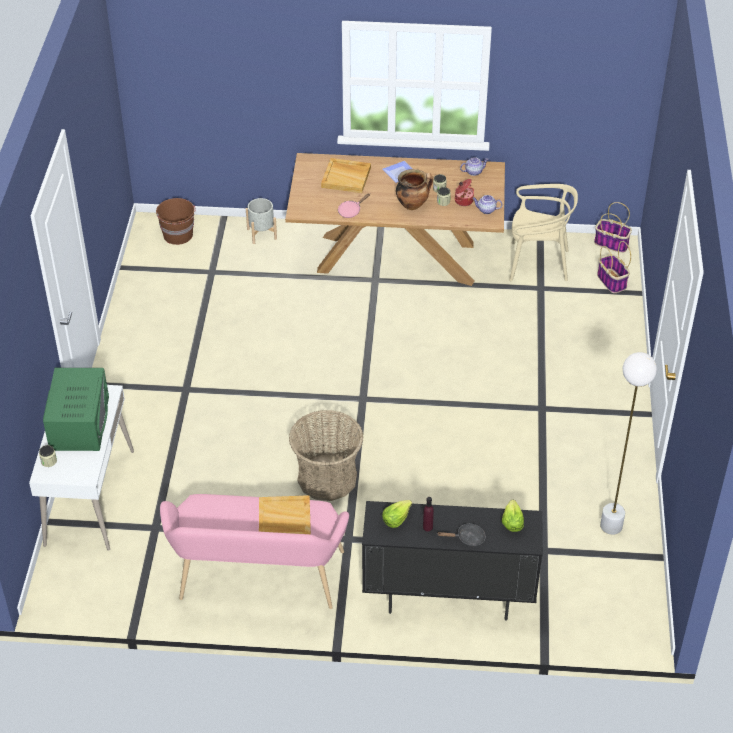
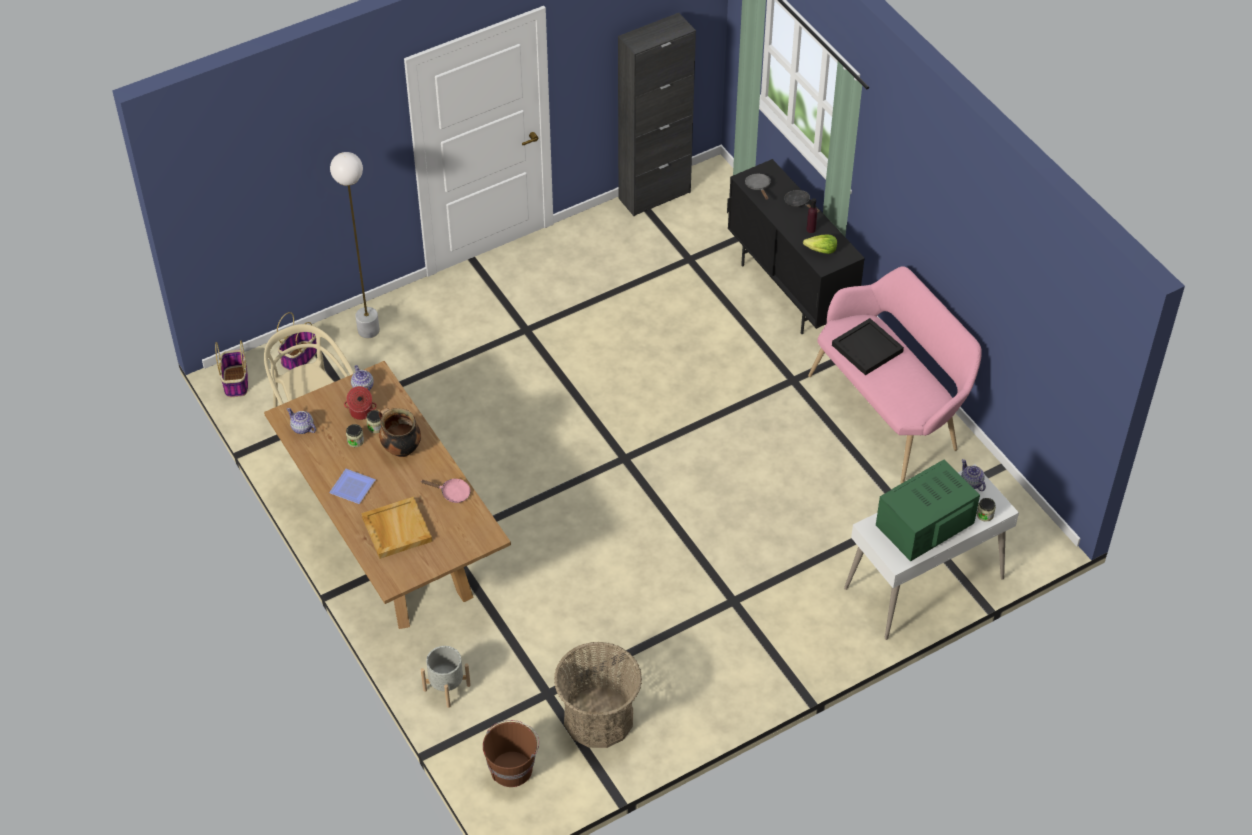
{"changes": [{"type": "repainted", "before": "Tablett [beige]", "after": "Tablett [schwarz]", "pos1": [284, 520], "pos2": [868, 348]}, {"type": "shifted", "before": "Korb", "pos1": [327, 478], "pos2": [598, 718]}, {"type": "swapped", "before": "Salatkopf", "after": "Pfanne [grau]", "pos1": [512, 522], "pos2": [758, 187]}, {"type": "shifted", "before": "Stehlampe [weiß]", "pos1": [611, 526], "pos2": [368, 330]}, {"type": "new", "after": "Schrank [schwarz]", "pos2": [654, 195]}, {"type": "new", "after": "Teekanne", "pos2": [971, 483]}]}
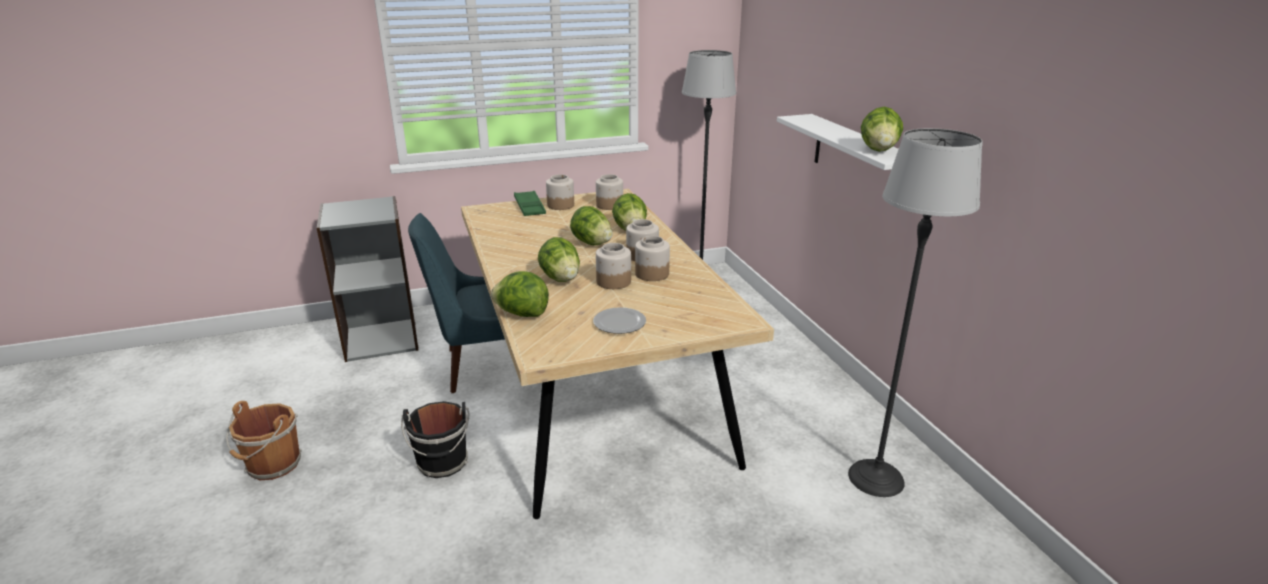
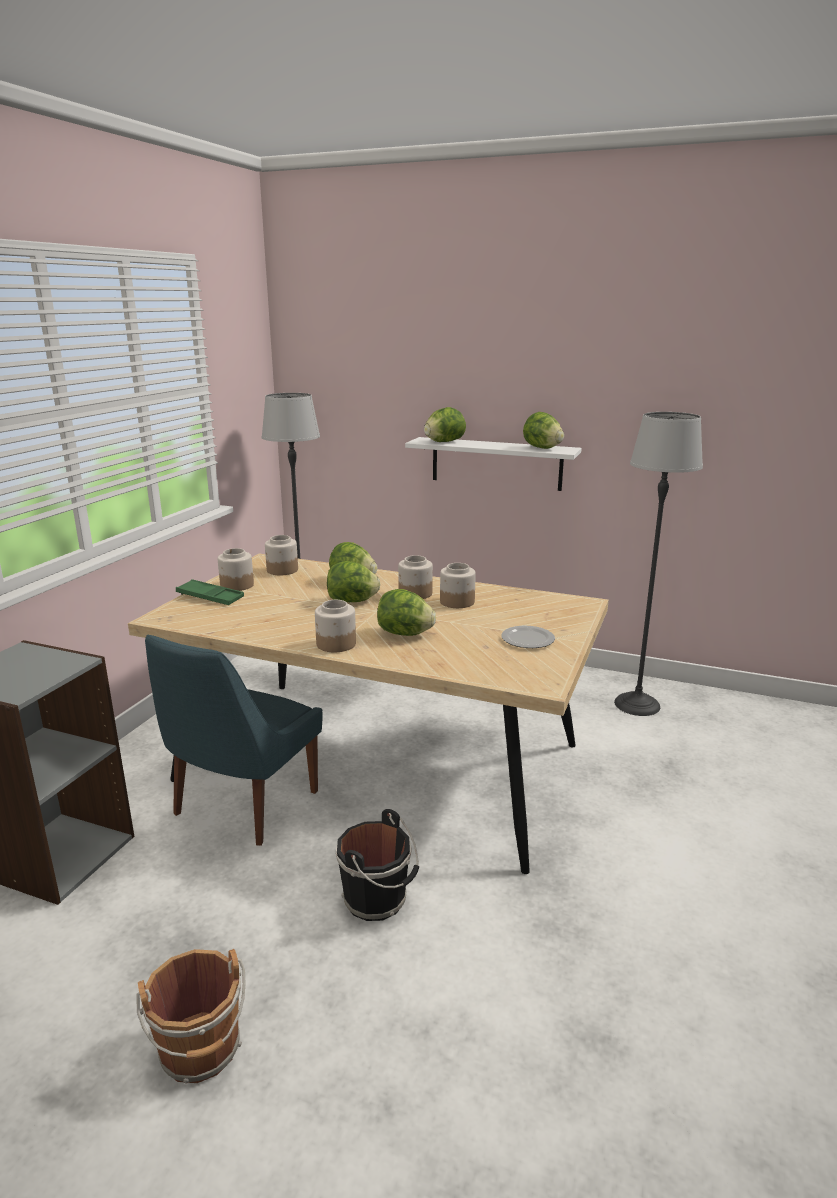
{"changes": [{"type": "shifted", "before": "Salatkopf", "pos1": [522, 314], "pos2": [444, 442]}, {"type": "shifted", "before": "Vorratsglas", "pos1": [613, 282], "pos2": [336, 644]}]}
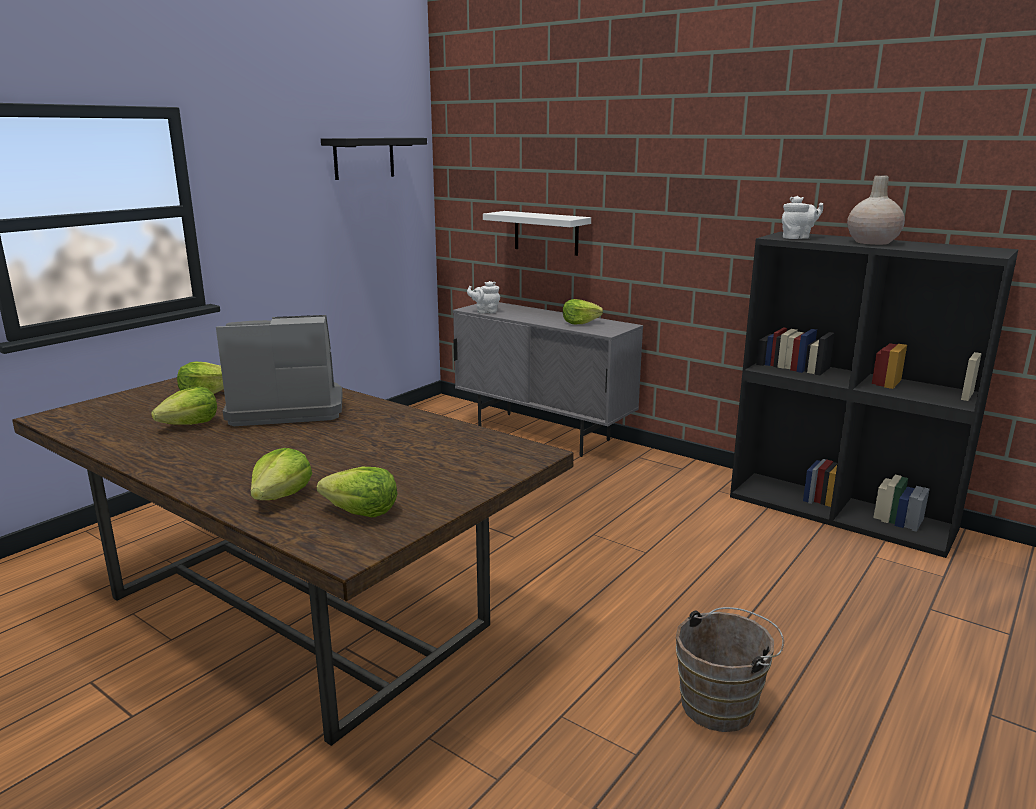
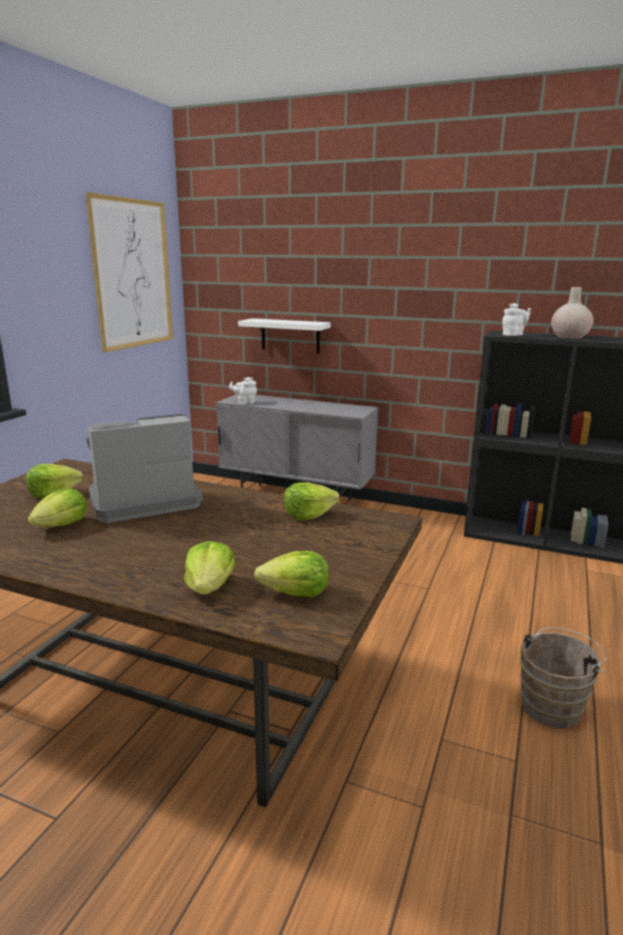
{"changes": [{"type": "swapped", "before": "Wandregal [schwarz]", "after": "Bild", "pos1": [364, 158], "pos2": [132, 274]}, {"type": "shifted", "before": "Salatkopf", "pos1": [580, 323], "pos2": [308, 514]}]}
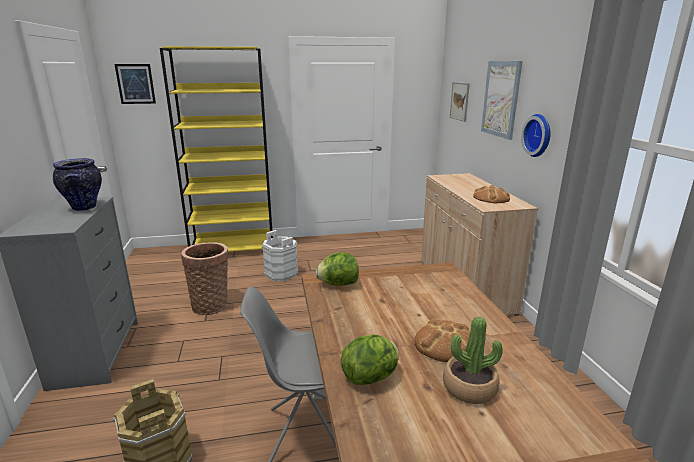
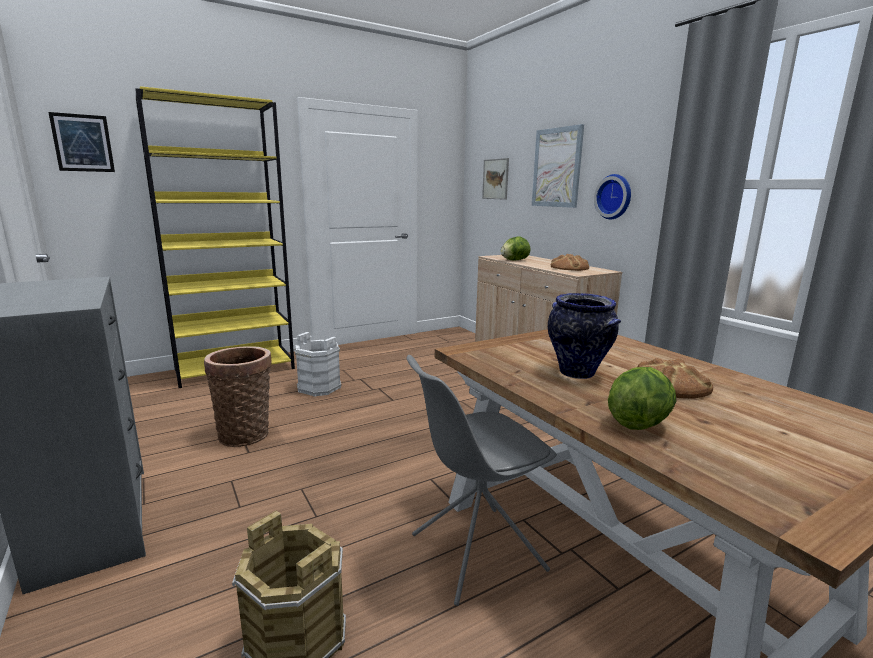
{"changes": [{"type": "shifted", "before": "Vase", "pos1": [84, 208], "pos2": [578, 373]}, {"type": "shifted", "before": "Salatkopf", "pos1": [338, 284], "pos2": [514, 260]}, {"type": "gone", "before": "Topfpflanze", "pos1": [469, 388]}]}
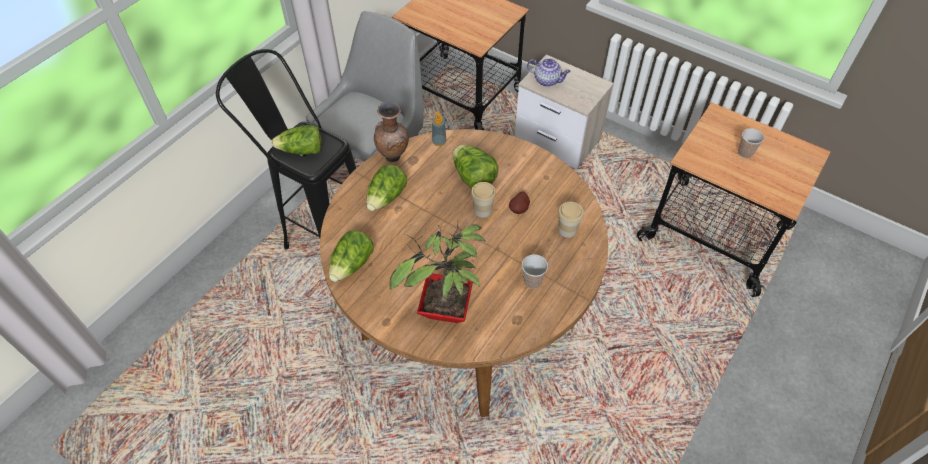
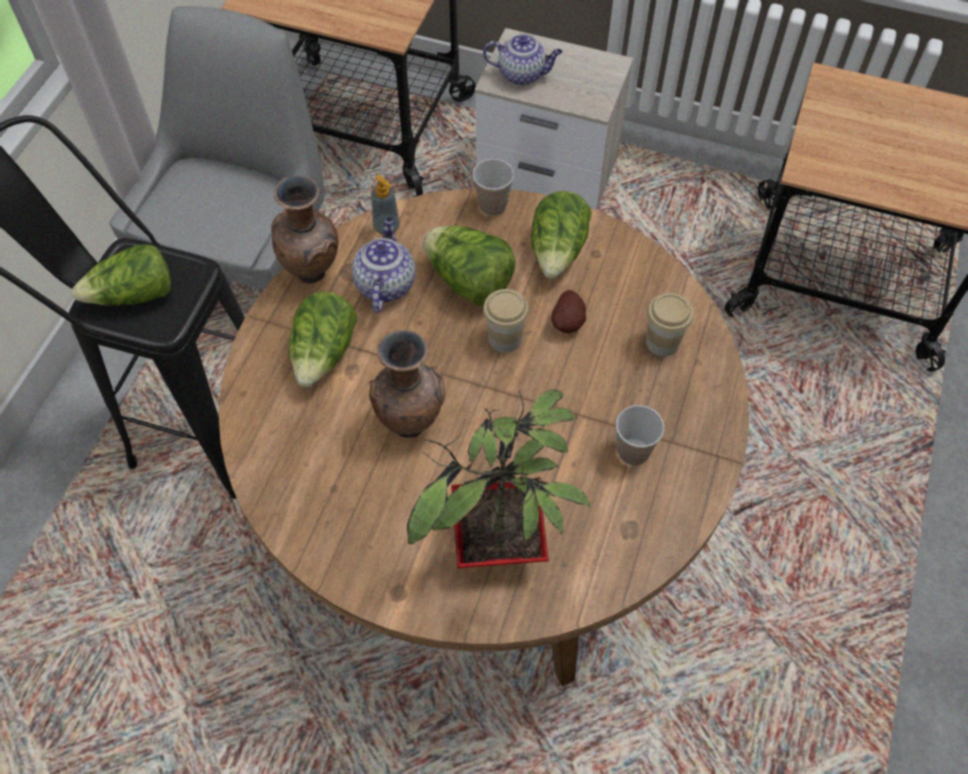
{"changes": [{"type": "shifted", "before": "Salatkopf", "pos1": [352, 264], "pos2": [558, 251]}, {"type": "shifted", "before": "Tasse", "pos1": [745, 153], "pos2": [493, 206]}, {"type": "new", "after": "Teekanne", "pos2": [385, 284]}, {"type": "new", "after": "Vase [braun]", "pos2": [410, 423]}]}
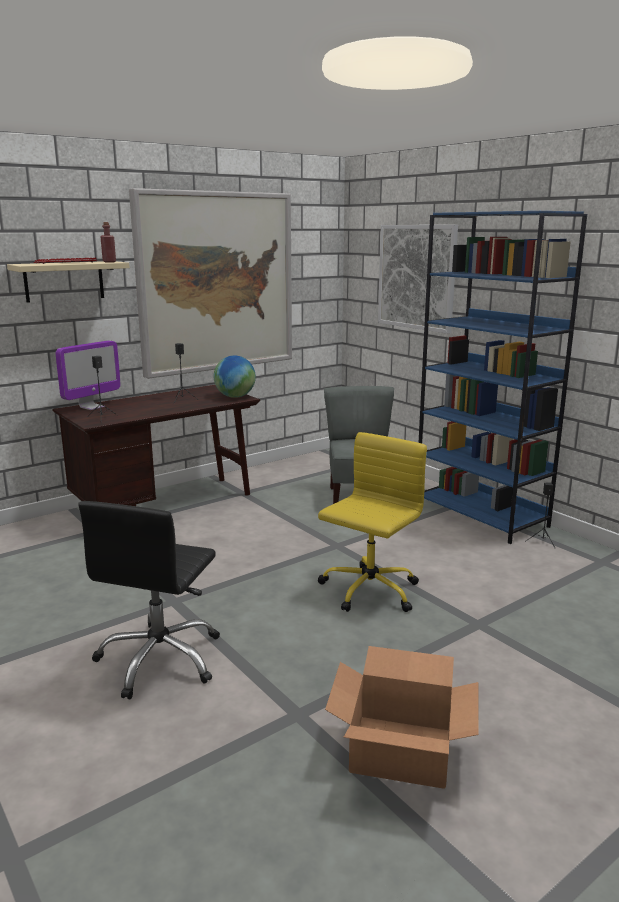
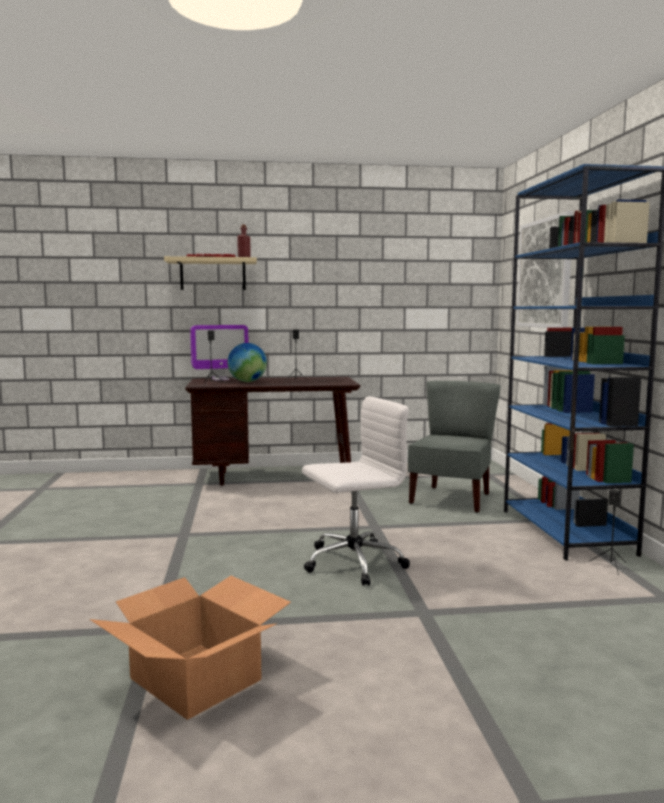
{"changes": [{"type": "gone", "before": "Bürostuhl [schwarz]", "pos1": [160, 659]}, {"type": "gone", "before": "Bild", "pos1": [216, 282]}, {"type": "shifted", "before": "Globus", "pos1": [235, 397], "pos2": [247, 381]}, {"type": "repainted", "before": "Bürostuhl [gelb]", "after": "Bürostuhl [weiß]", "pos1": [368, 591], "pos2": [352, 563]}]}
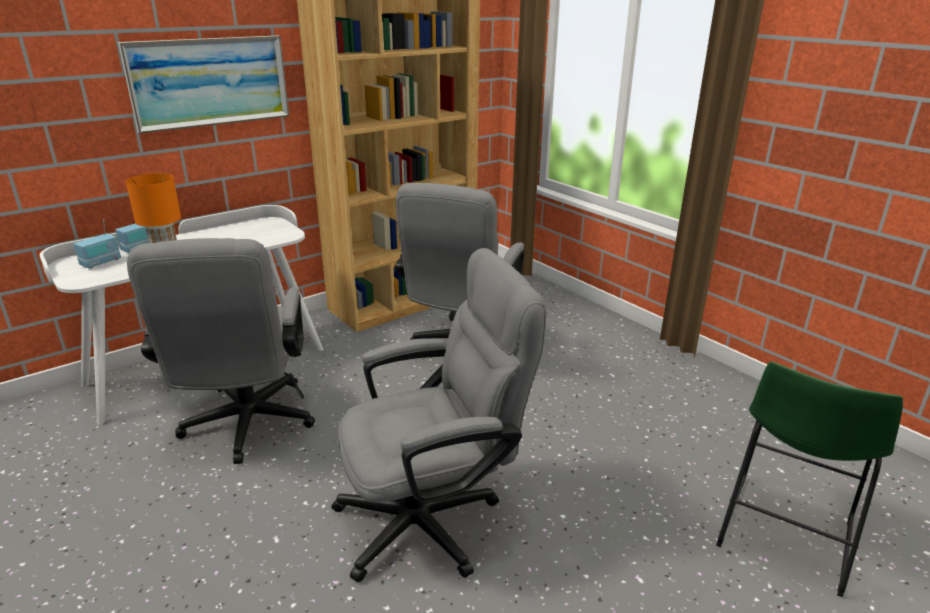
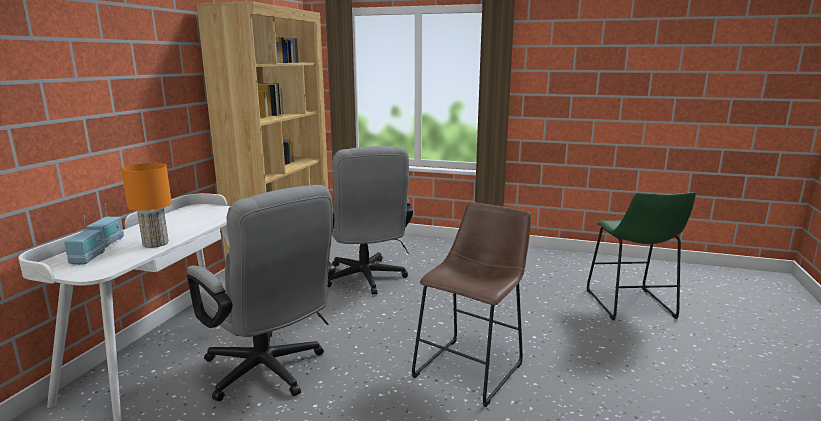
{"changes": [{"type": "gone", "before": "Bild", "pos1": [210, 82]}, {"type": "swapped", "before": "Bürostuhl [grau]", "after": "Hocker [braun]", "pos1": [433, 519], "pos2": [472, 367]}]}
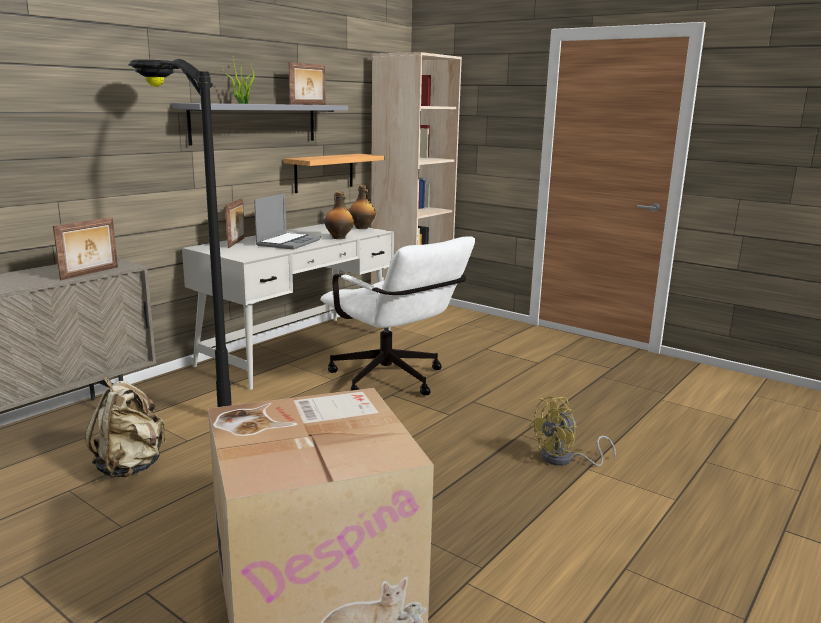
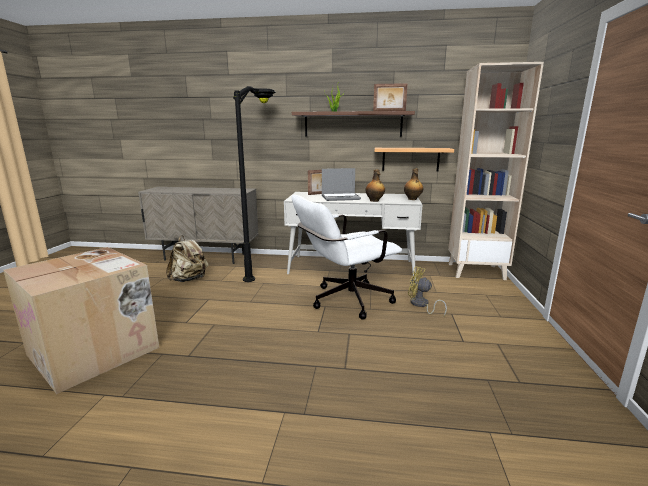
{"changes": [{"type": "gone", "before": "Bilderrahmen", "pos1": [90, 273]}, {"type": "repainted", "before": "Wandregal [grau]", "after": "Wandregal [braun]", "pos1": [255, 123], "pos2": [353, 124]}, {"type": "rotated", "before": "Bürostuhl [weiß]", "pos1": [393, 381], "pos2": [344, 301], "turn": 45}, {"type": "shifted", "before": "Ventilator [gelb]", "pos1": [564, 459], "pos2": [421, 305]}]}
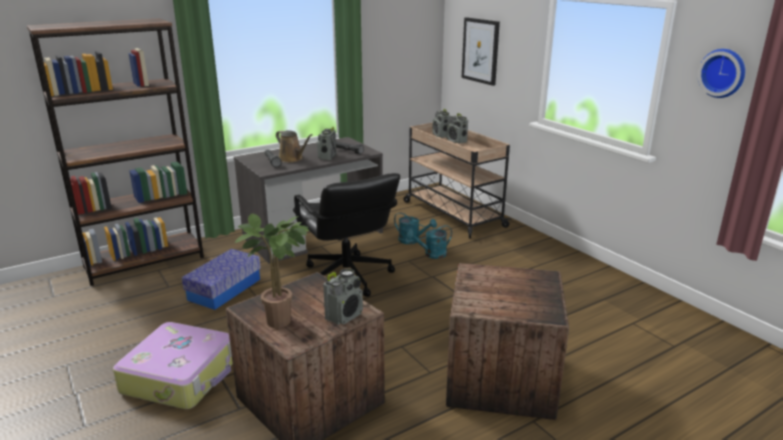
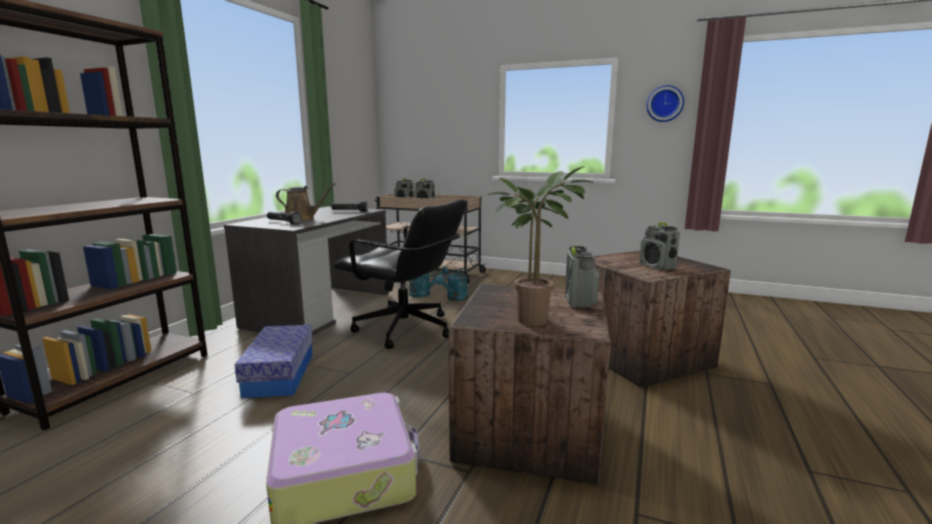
{"changes": [{"type": "shifted", "before": "Radio", "pos1": [327, 157], "pos2": [657, 267]}, {"type": "gone", "before": "Bild", "pos1": [480, 51]}]}
